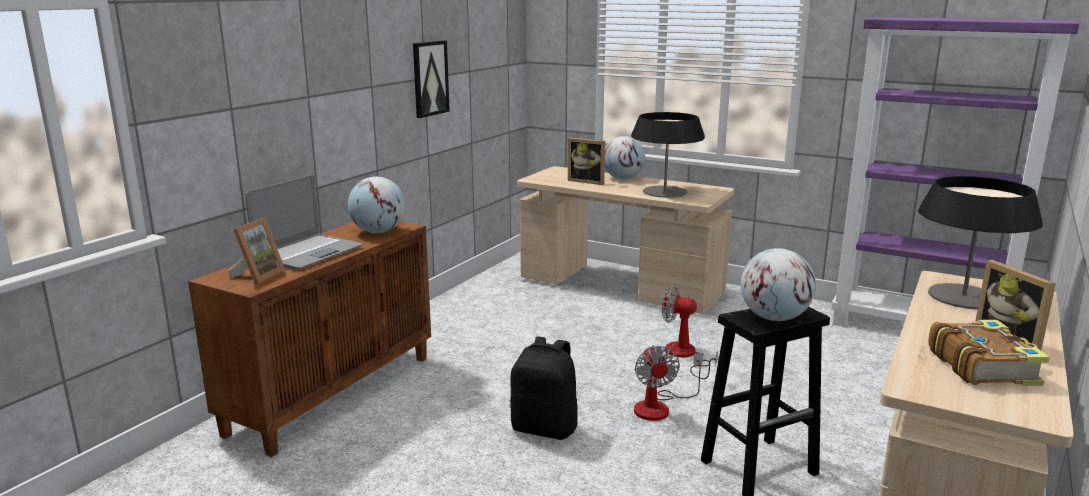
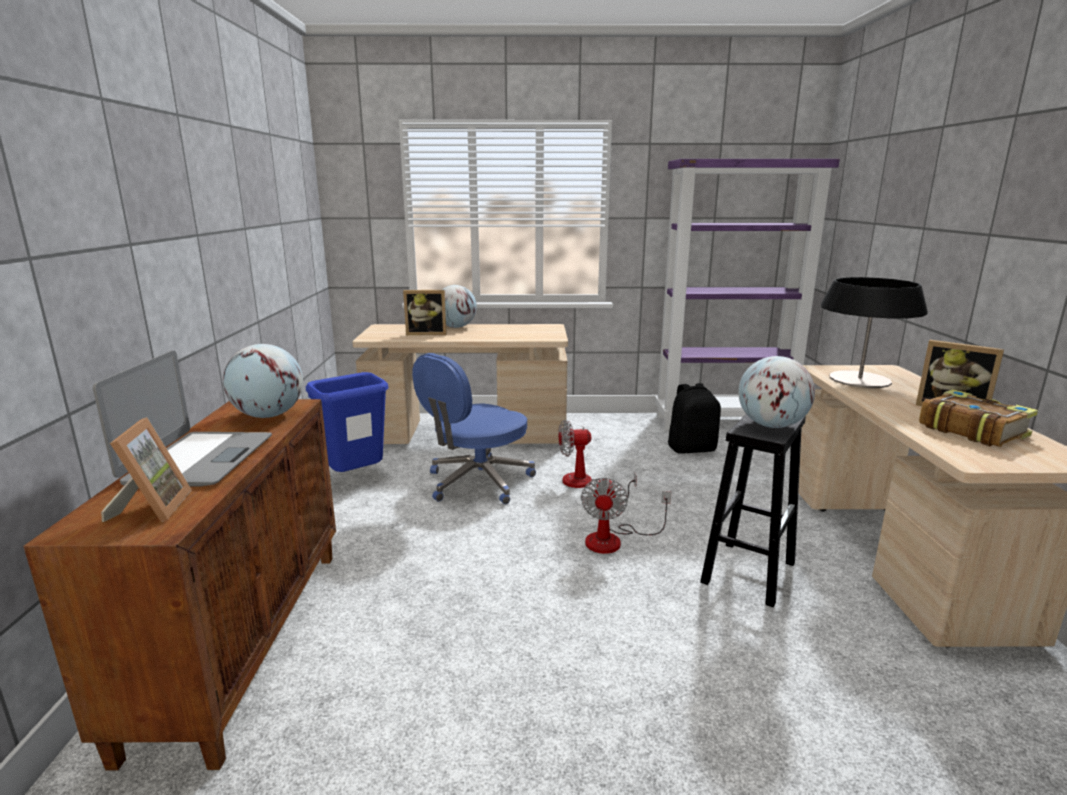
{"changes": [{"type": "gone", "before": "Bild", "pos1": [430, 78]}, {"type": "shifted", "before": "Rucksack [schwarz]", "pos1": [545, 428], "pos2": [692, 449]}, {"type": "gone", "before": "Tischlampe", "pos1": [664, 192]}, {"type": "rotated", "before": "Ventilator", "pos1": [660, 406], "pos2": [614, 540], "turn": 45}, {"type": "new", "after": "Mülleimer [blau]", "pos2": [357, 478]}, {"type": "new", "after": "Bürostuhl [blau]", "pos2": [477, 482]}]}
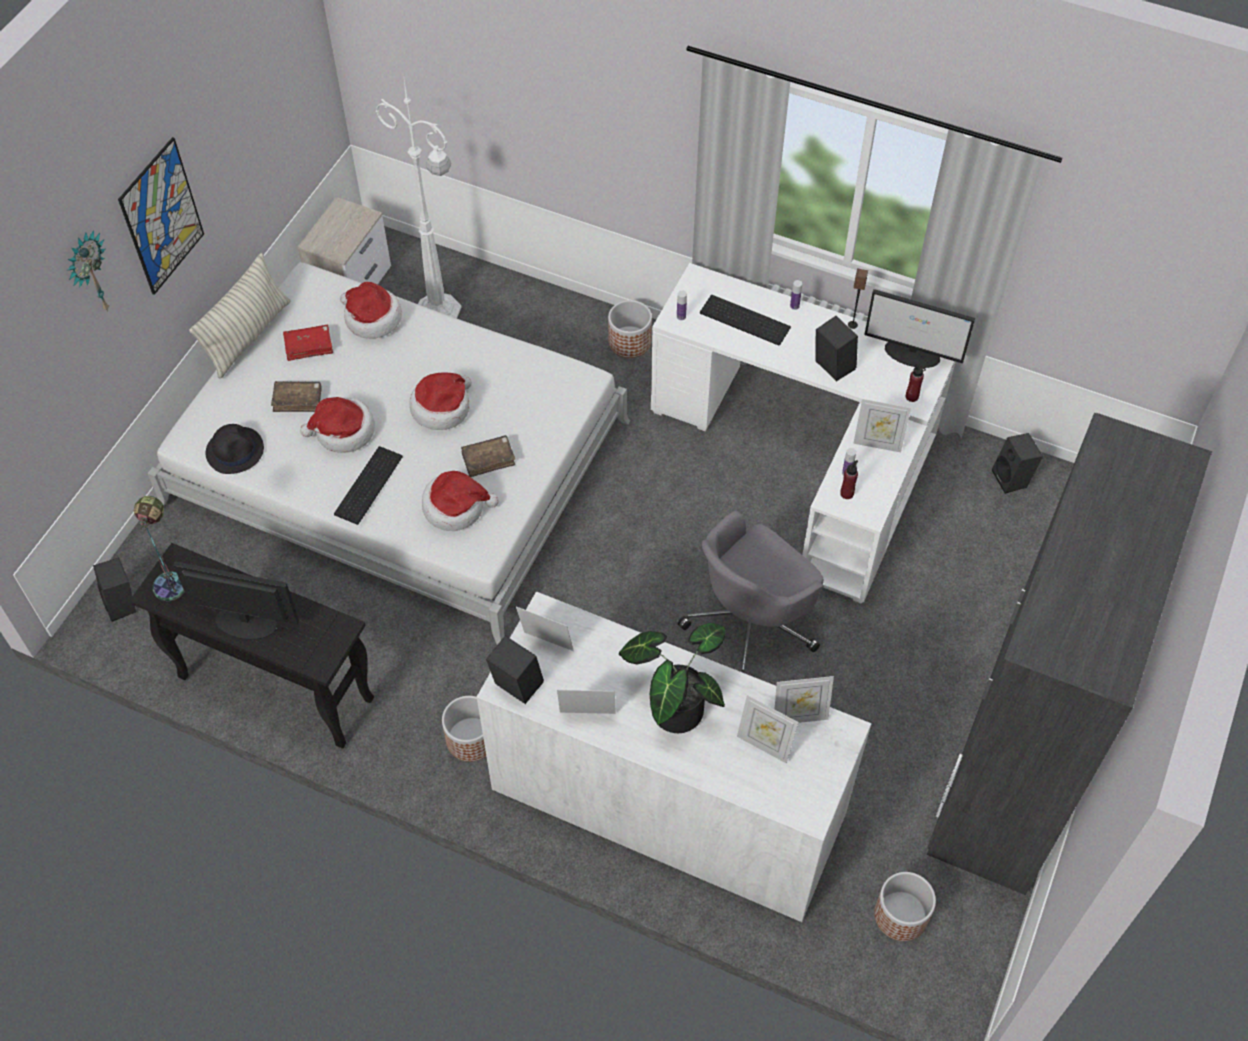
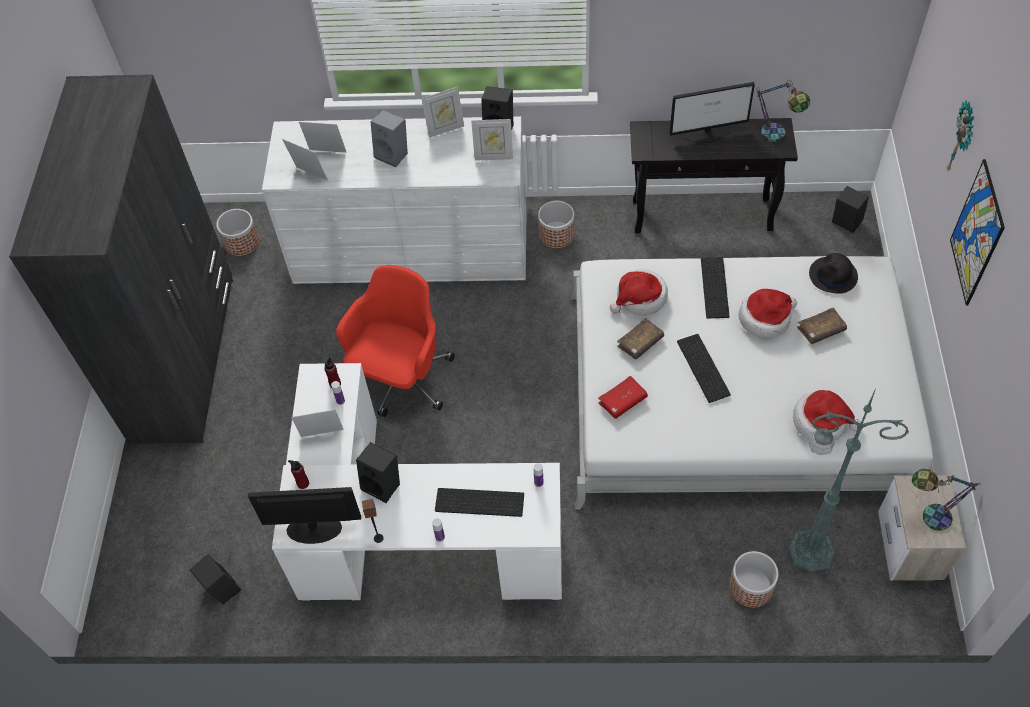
{"changes": [{"type": "gone", "before": "Kissen", "pos1": [248, 336]}, {"type": "shifted", "before": "Buch [rot]", "pos1": [309, 346], "pos2": [622, 401]}, {"type": "repainted", "before": "Stehlampe [weiß]", "after": "Stehlampe [grün]", "pos1": [440, 312], "pos2": [808, 550]}, {"type": "swapped", "before": "Hut", "after": "Tastatur", "pos1": [442, 408], "pos2": [705, 368]}, {"type": "shifted", "before": "Pflanzkübel", "pos1": [629, 342], "pos2": [750, 587]}, {"type": "swapped", "before": "Topfpflanze", "after": "Lautsprecher [grau]", "pos1": [674, 705], "pos2": [393, 154]}, {"type": "repainted", "before": "Bürostuhl [grau]", "after": "Bürostuhl [rot]", "pos1": [751, 623], "pos2": [401, 380]}, {"type": "rotated", "before": "Bilderrahmen", "pos1": [799, 717], "pos2": [309, 176], "turn": 60}, {"type": "new", "after": "Tischlampe", "pos2": [927, 516]}]}
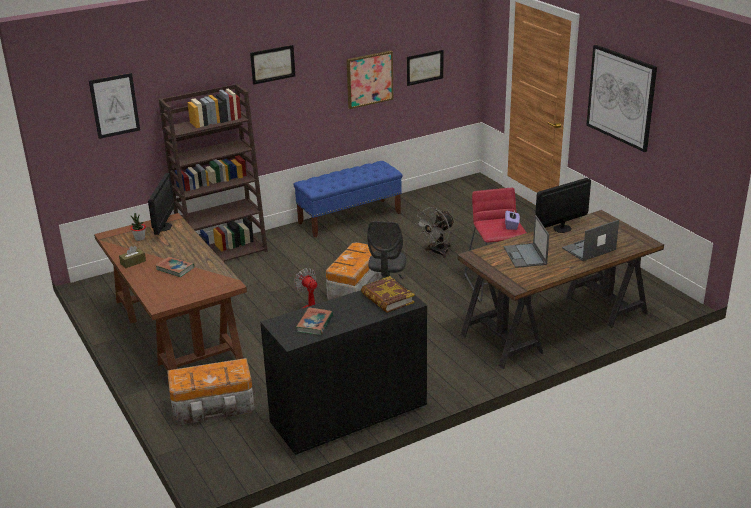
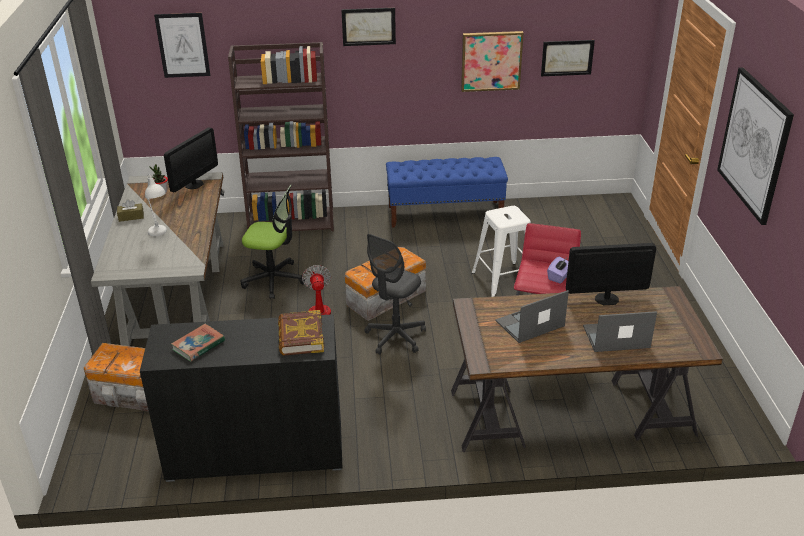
{"changes": [{"type": "repainted", "before": "Schreibtisch [braun]", "after": "Schreibtisch [grau]", "pos1": [176, 333], "pos2": [176, 299]}, {"type": "swapped", "before": "Buch", "after": "Tischlampe [weiß]", "pos1": [175, 269], "pos2": [160, 234]}, {"type": "swapped", "before": "Ventilator [grau]", "after": "Hocker [weiß]", "pos1": [436, 253], "pos2": [504, 280]}, {"type": "rotated", "before": "Laptop", "pos1": [525, 256], "pos2": [529, 324], "turn": 45}, {"type": "new", "after": "Bürostuhl", "pos2": [274, 280]}]}
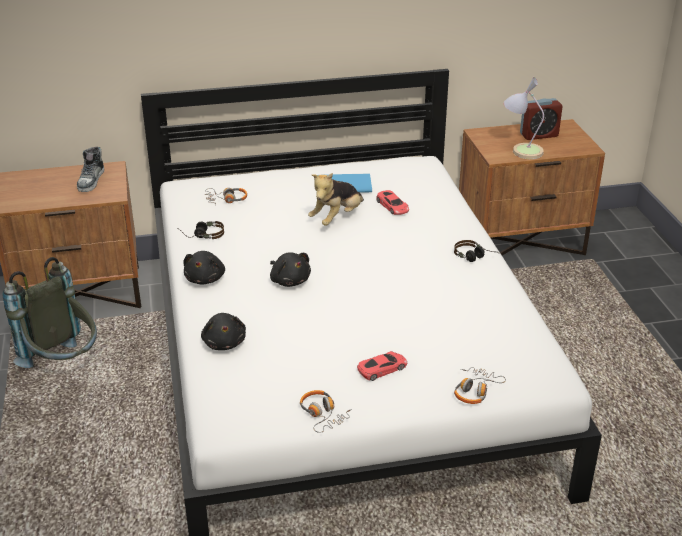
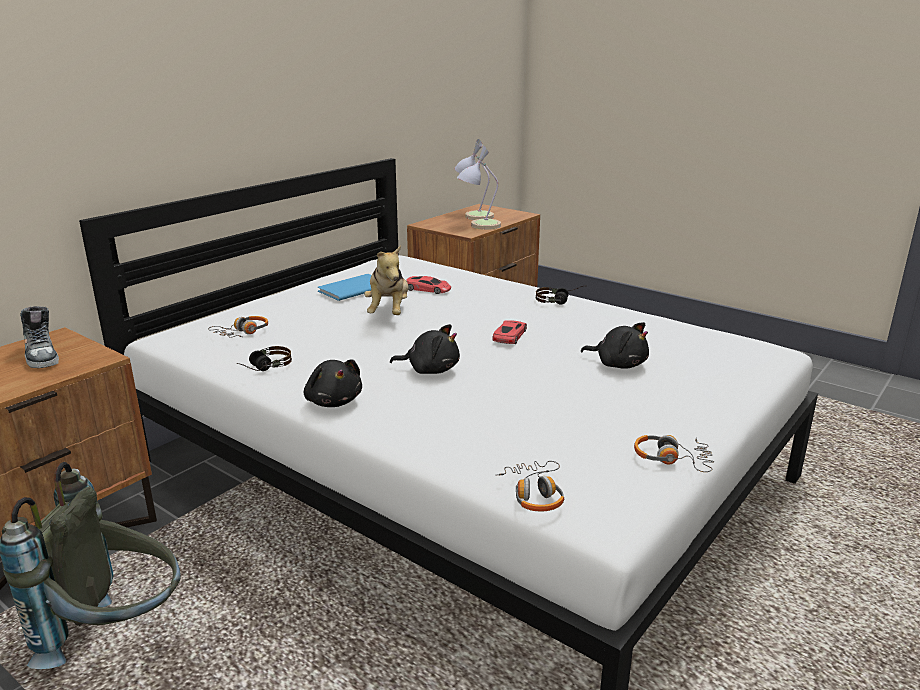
{"changes": [{"type": "shifted", "before": "Plüschtier [schwarz]", "pos1": [224, 342], "pos2": [618, 364]}, {"type": "shifted", "before": "Spielzeugauto [rot]", "pos1": [382, 368], "pos2": [510, 335]}, {"type": "shifted", "before": "Kopfhörer", "pos1": [475, 390], "pos2": [535, 493]}, {"type": "swapped", "before": "Wecker", "after": "Tischlampe", "pos1": [539, 135], "pos2": [474, 215]}]}
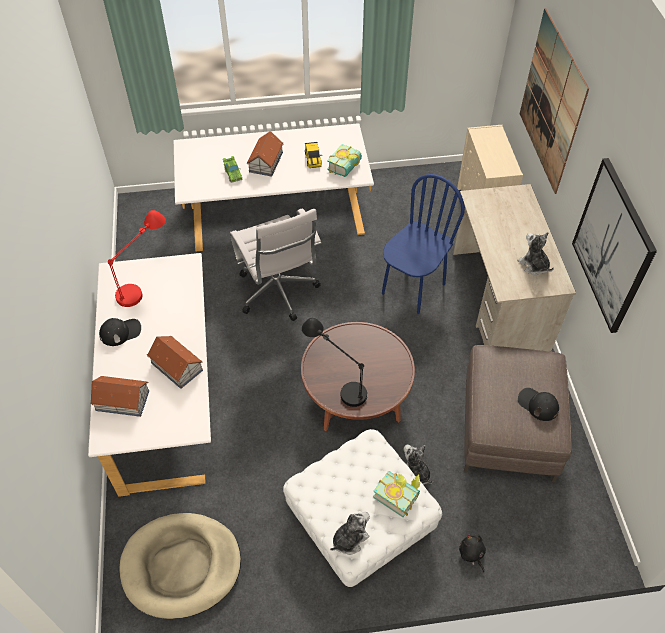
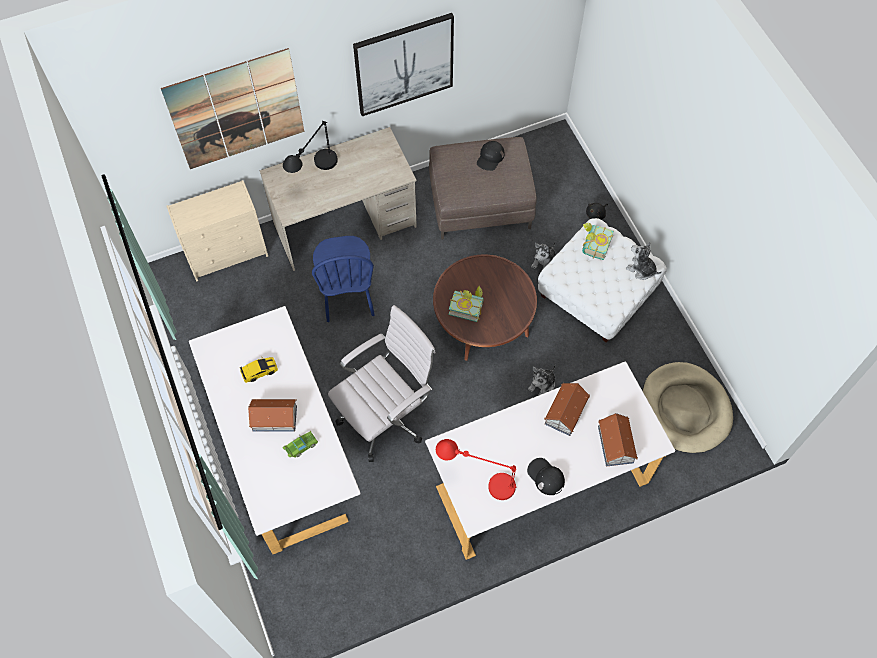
{"changes": [{"type": "shifted", "before": "Tischlampe [schwarz]", "pos1": [336, 381], "pos2": [314, 175]}, {"type": "shifted", "before": "Buch", "pos1": [347, 168], "pos2": [467, 306]}, {"type": "rotated", "before": "Stuhl [blau]", "pos1": [413, 288], "pos2": [348, 298], "turn": -120}, {"type": "shifted", "before": "Plüschtier", "pos1": [533, 265], "pos2": [542, 385]}]}
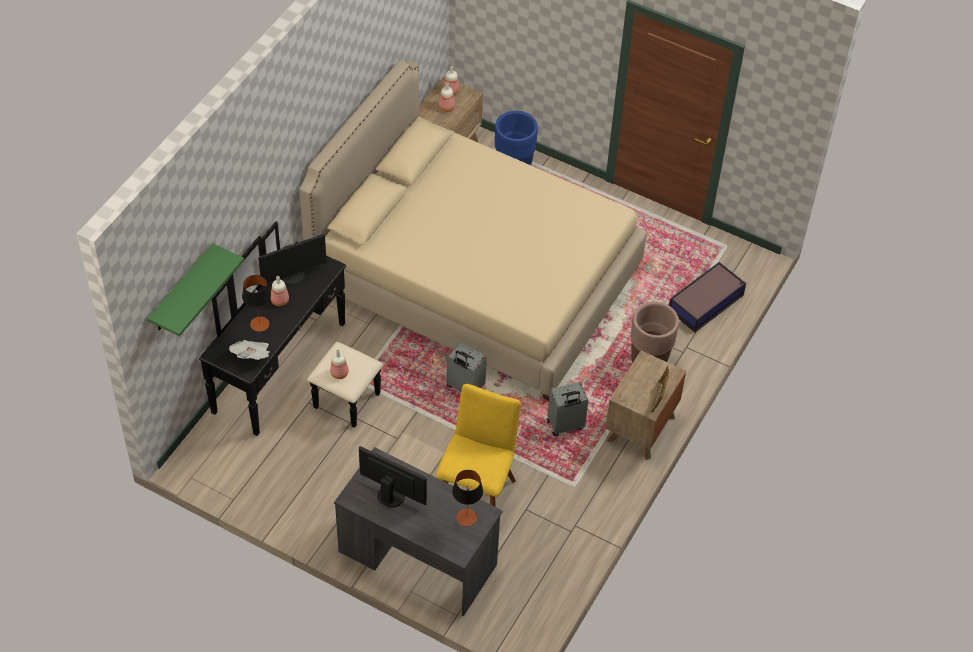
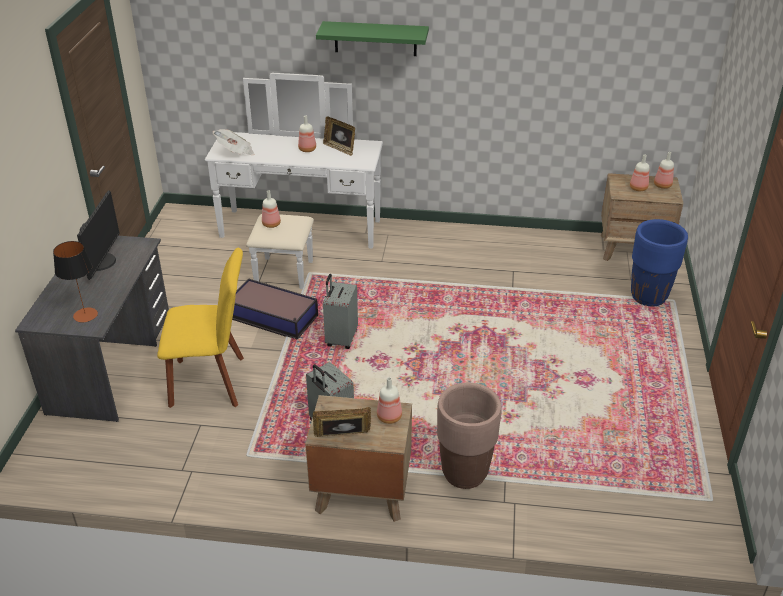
{"changes": [{"type": "shifted", "before": "Wandregal [grün]", "pos1": [182, 290], "pos2": [375, 38]}, {"type": "repainted", "before": "Kommode [schwarz]", "after": "Kommode [weiß]", "pos1": [295, 374], "pos2": [297, 238]}, {"type": "gone", "before": "Tischlampe", "pos1": [259, 324]}, {"type": "swapped", "before": "Monitor", "after": "Bilderrahmen", "pos1": [293, 276], "pos2": [340, 148]}, {"type": "gone", "before": "Bett [beige]", "pos1": [475, 278]}, {"type": "shifted", "before": "Aufbewahrungsbox", "pos1": [706, 302], "pos2": [274, 317]}, {"type": "new", "after": "Flasche", "pos2": [390, 417]}]}
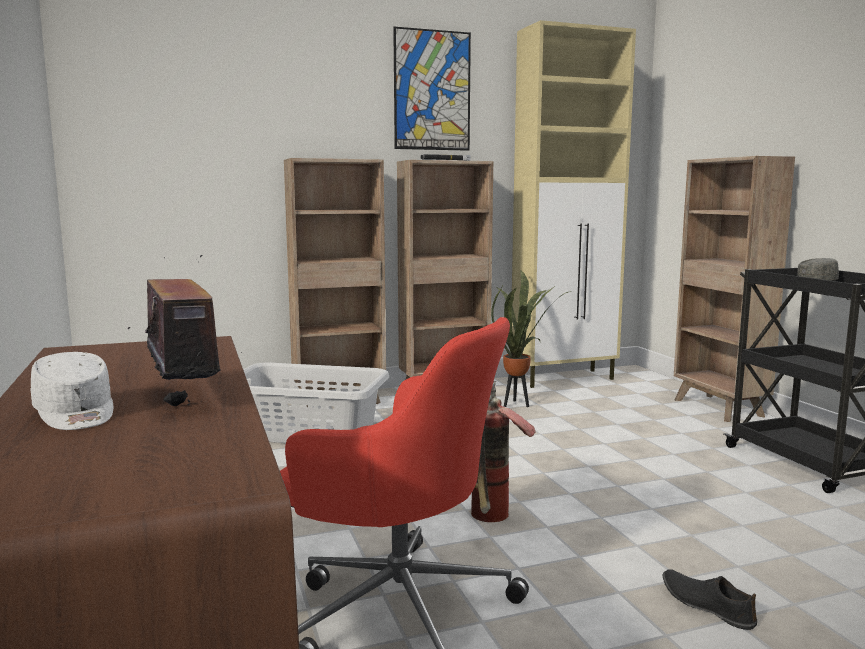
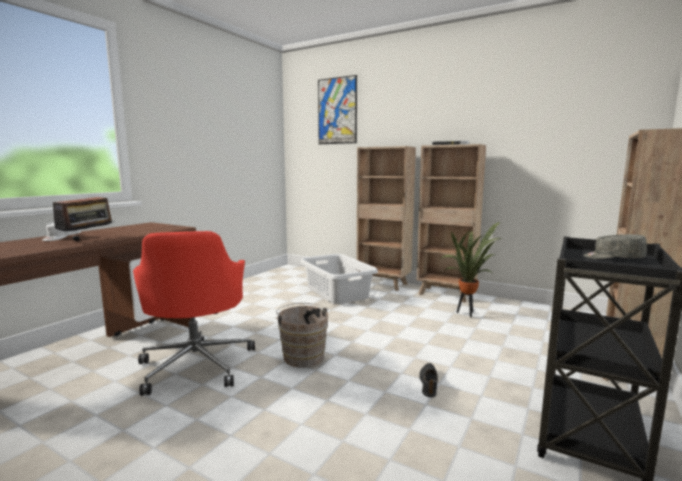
{"changes": [{"type": "shifted", "before": "Bild", "pos1": [432, 90], "pos2": [337, 111]}, {"type": "swapped", "before": "Feuerlöscher", "after": "Eimer [braun]", "pos1": [492, 521], "pos2": [302, 356]}, {"type": "gone", "before": "Schrank [beige]", "pos1": [565, 378]}, {"type": "shifted", "before": "Schuh [schwarz]", "pos1": [706, 605], "pos2": [429, 383]}]}
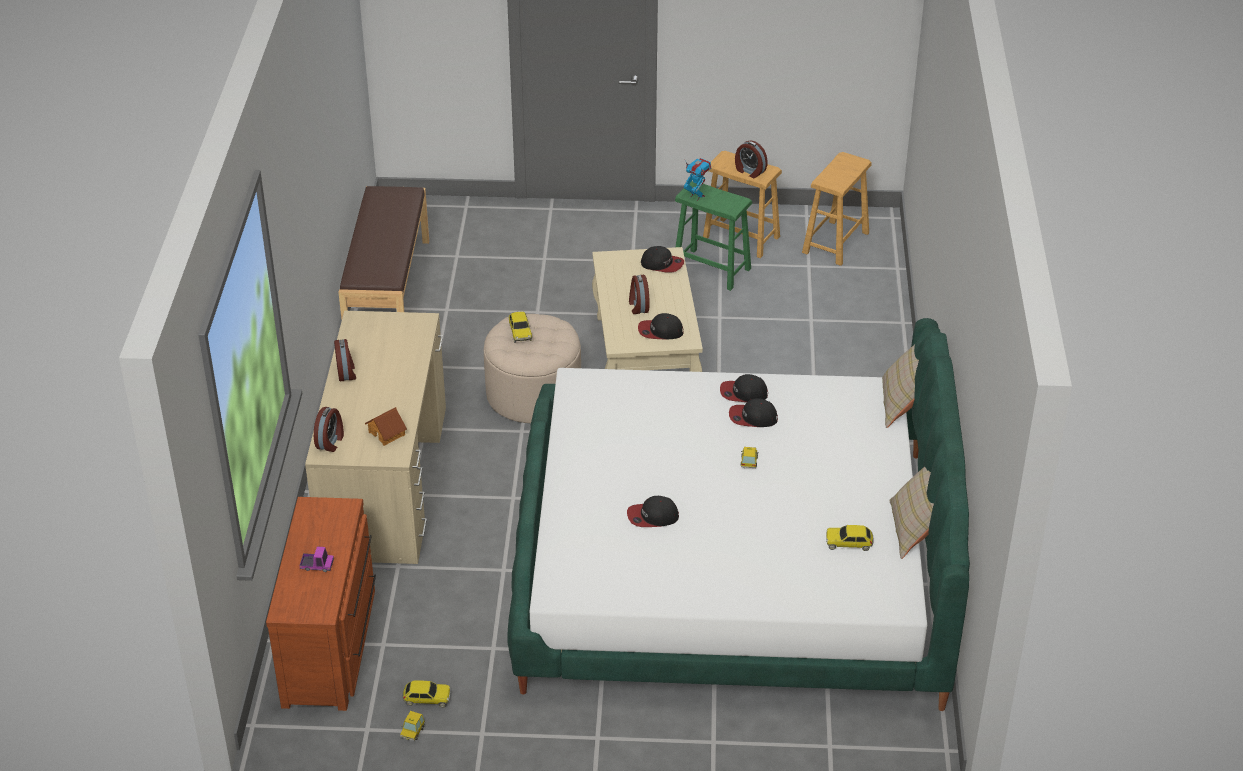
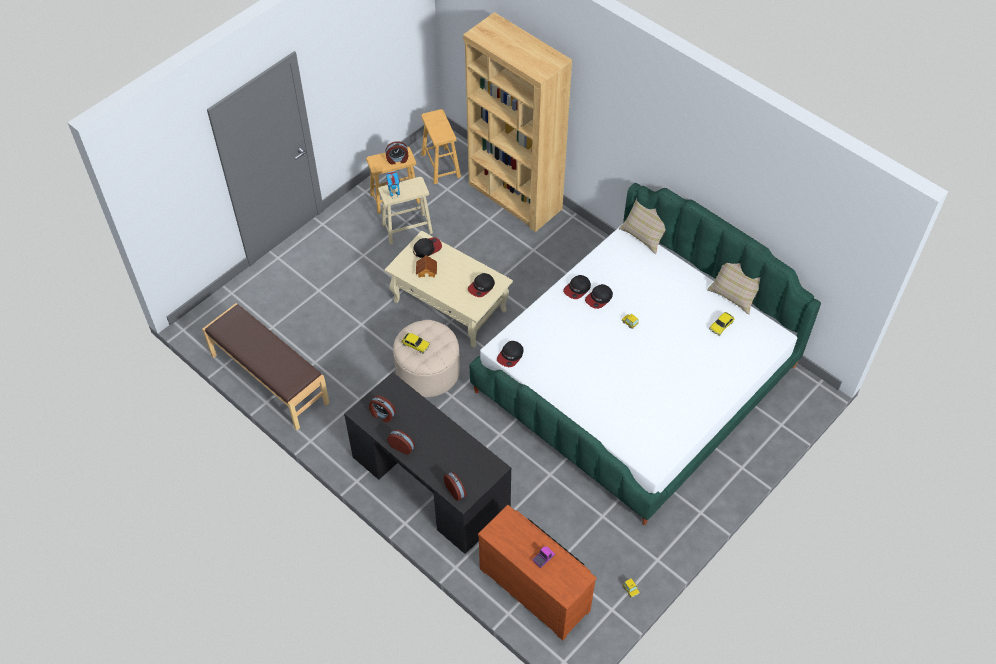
{"changes": [{"type": "repainted", "before": "Schreibtisch [beige]", "after": "Schreibtisch [schwarz]", "pos1": [386, 480], "pos2": [430, 482]}, {"type": "shifted", "before": "Spielzeughaus", "pos1": [387, 433], "pos2": [427, 271]}, {"type": "gone", "before": "Spielzeugauto", "pos1": [427, 699]}, {"type": "shifted", "before": "Kappe", "pos1": [652, 517], "pos2": [510, 356]}, {"type": "shifted", "before": "Wecker", "pos1": [638, 306], "pos2": [382, 415]}, {"type": "repainted", "before": "Hocker [grün]", "after": "Hocker [beige]", "pos1": [711, 269], "pos2": [407, 228]}, {"type": "new", "after": "Bücherregal [braun]", "pos2": [515, 197]}]}
